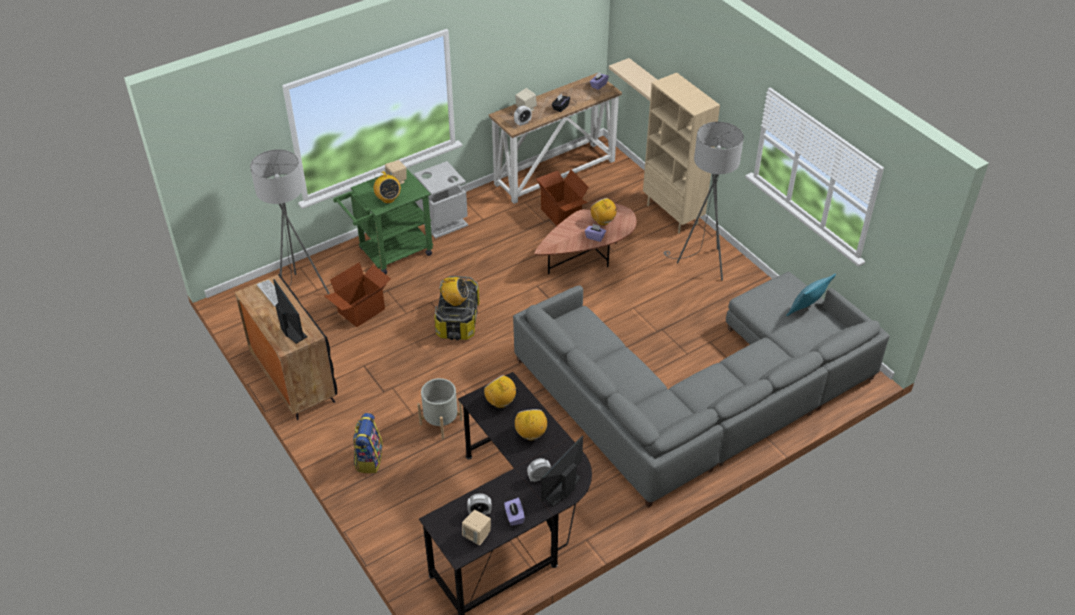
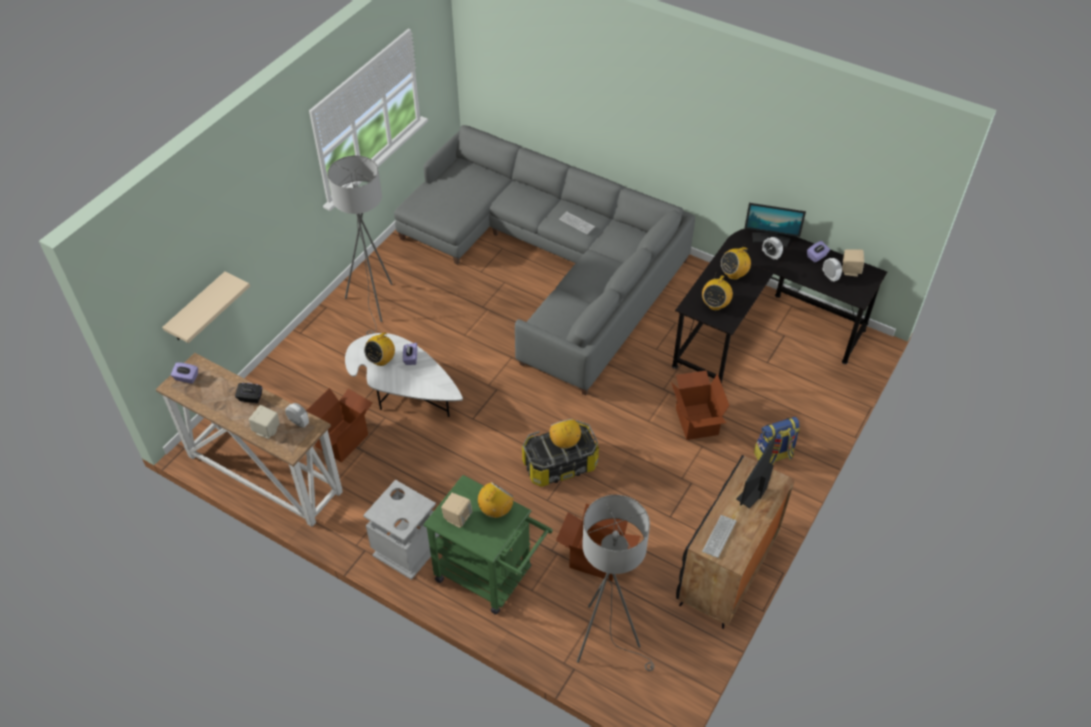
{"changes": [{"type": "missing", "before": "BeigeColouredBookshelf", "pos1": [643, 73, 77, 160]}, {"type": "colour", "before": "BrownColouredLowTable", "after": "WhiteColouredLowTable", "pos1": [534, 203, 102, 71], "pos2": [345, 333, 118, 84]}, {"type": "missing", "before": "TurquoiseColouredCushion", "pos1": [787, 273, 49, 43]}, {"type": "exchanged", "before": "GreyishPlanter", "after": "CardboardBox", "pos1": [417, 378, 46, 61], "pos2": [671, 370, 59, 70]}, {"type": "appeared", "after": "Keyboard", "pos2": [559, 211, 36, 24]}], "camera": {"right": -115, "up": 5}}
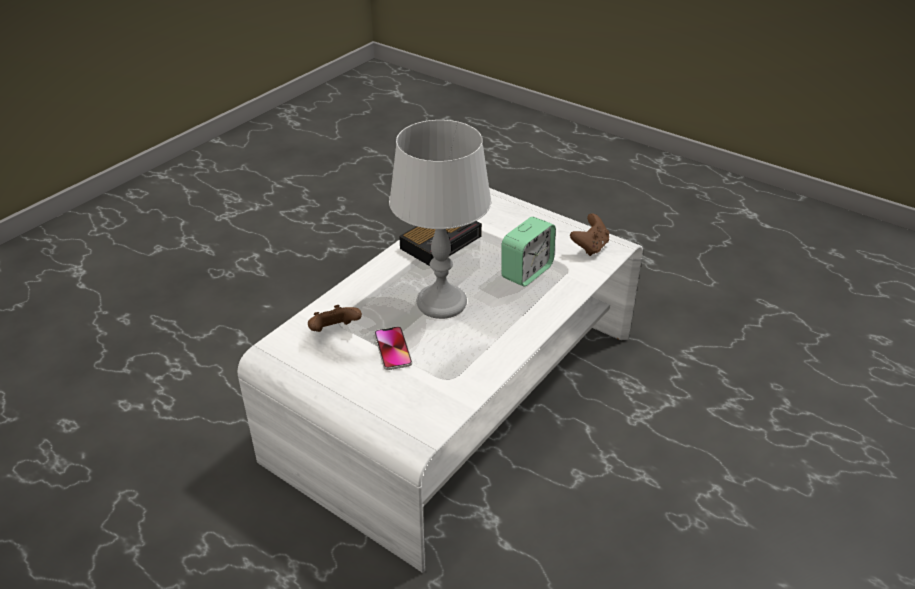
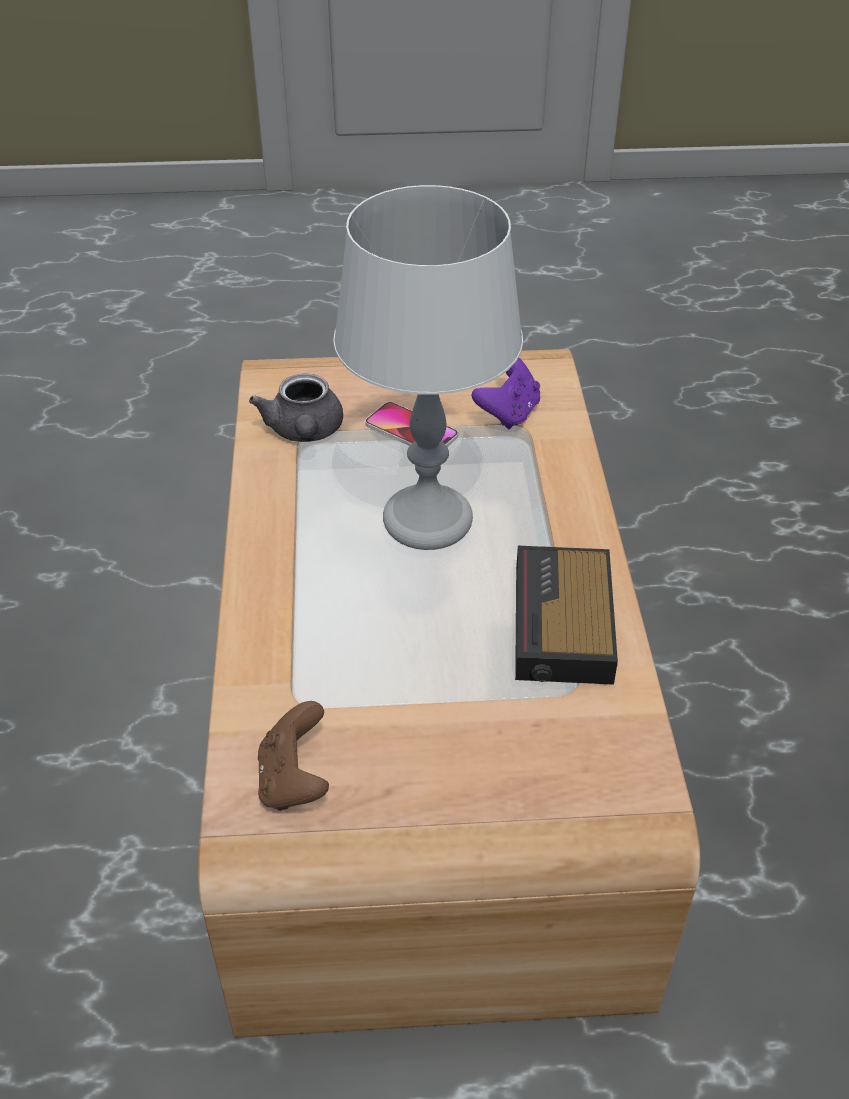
{"changes": [{"type": "colour", "before": "WhiteColouredLowTable", "after": "BrownColouredLowTable", "pos1": [238, 188, 405, 385], "pos2": [198, 349, 502, 689]}, {"type": "missing", "before": "TableClock", "pos1": [501, 217, 55, 70]}, {"type": "colour", "before": "BrownColouredJoypad", "after": "PurpleColouredJoypad", "pos1": [308, 305, 54, 27], "pos2": [472, 358, 68, 71]}, {"type": "appeared", "after": "GreyishTeaPot", "pos2": [249, 374, 94, 68]}], "camera": {"right": 140, "up": 5}}
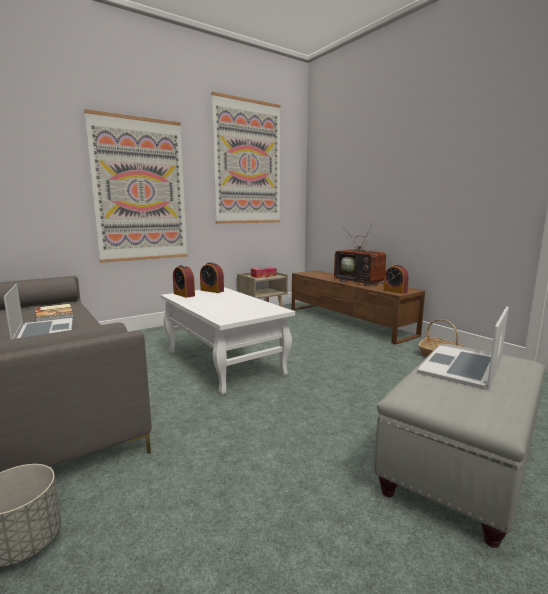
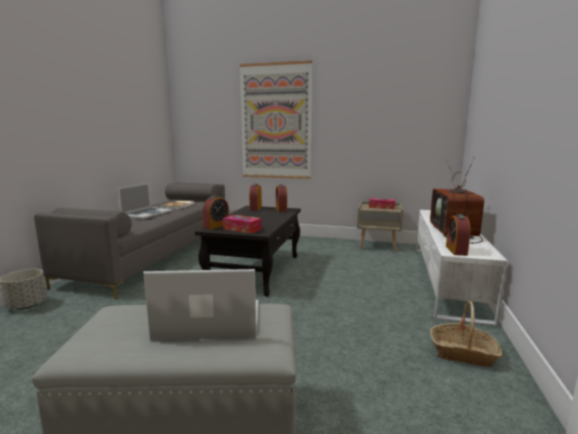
{"changes": [{"type": "missing", "before": "WallArt", "pos1": [211, 92, 70, 132]}, {"type": "colour", "before": "BrownColouredTvStand", "after": "WhiteColouredTvStand", "pos1": [292, 270, 133, 75], "pos2": [416, 210, 92, 117]}, {"type": "colour", "before": "WhiteColouredLowTable", "after": "BlackColouredLowTable", "pos1": [161, 287, 134, 108], "pos2": [195, 206, 106, 91]}, {"type": "appeared", "after": "TableClock", "pos2": [203, 195, 26, 35]}, {"type": "appeared", "after": "TissueHolder", "pos2": [223, 215, 38, 19]}], "camera": {"right": 50, "up": 0}}
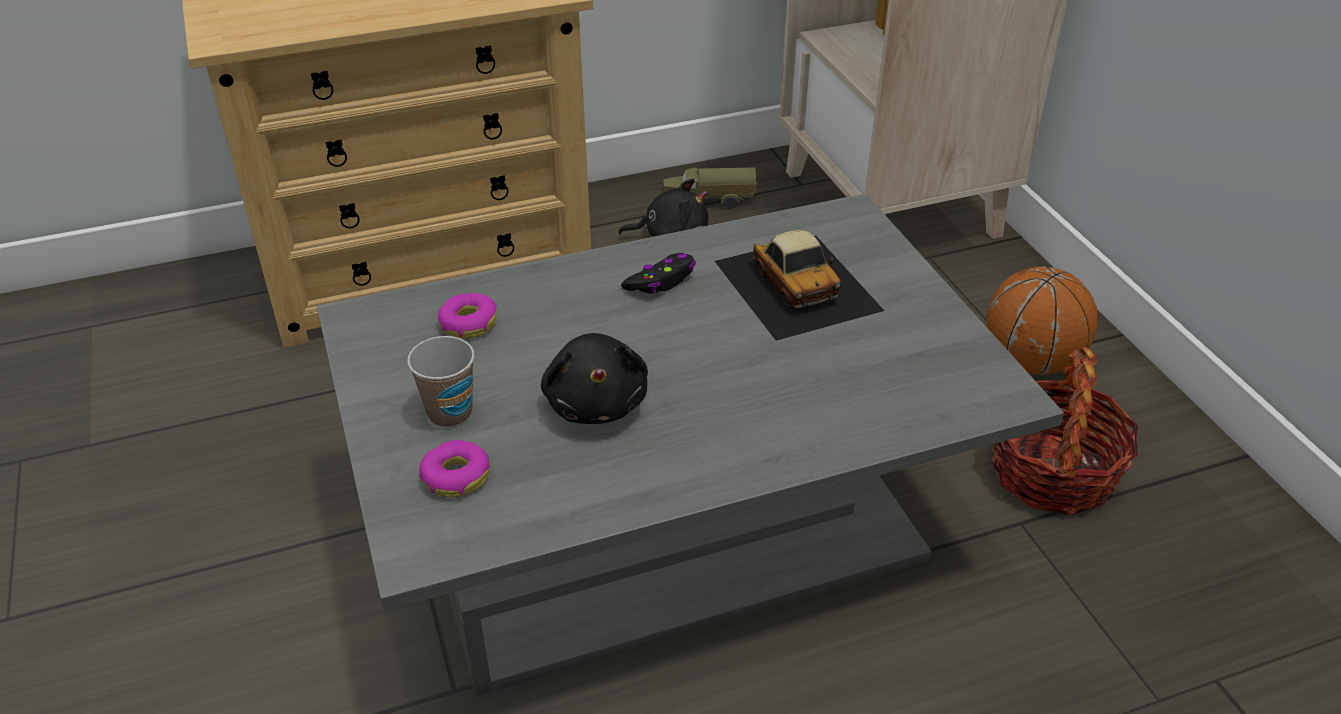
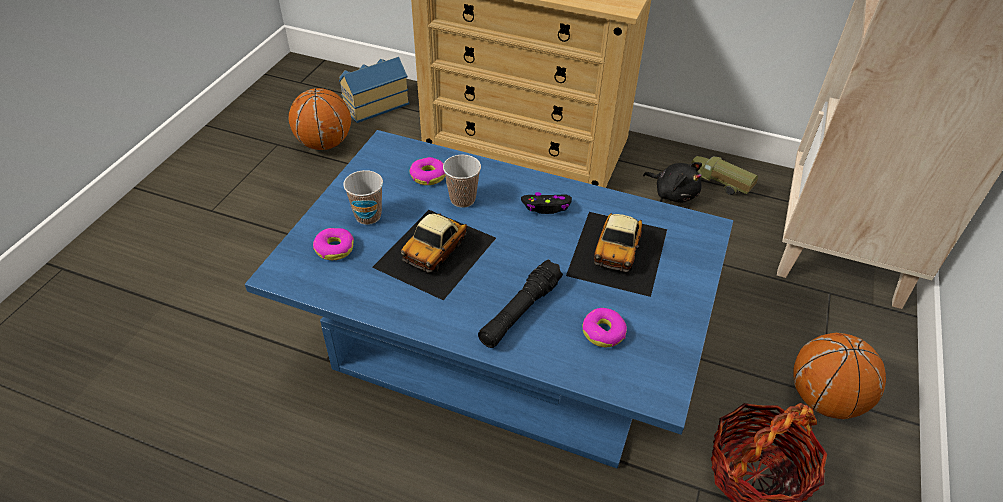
{"changes": [{"type": "colour", "before": "GreyishLowTable", "after": "BluishLowTable", "pos1": [317, 193, 747, 503], "pos2": [245, 130, 488, 339]}, {"type": "exchanged", "before": "BlackColouredPlushToy", "after": "ToyCar", "pos1": [541, 333, 107, 91], "pos2": [372, 210, 124, 90]}, {"type": "appeared", "after": "ToyHouse", "pos2": [339, 57, 71, 66]}, {"type": "appeared", "after": "BallForBasketball", "pos2": [288, 88, 63, 62]}, {"type": "appeared", "after": "Cup", "pos2": [443, 155, 38, 53]}, {"type": "appeared", "after": "BlackColouredFlashlight", "pos2": [478, 259, 85, 89]}, {"type": "appeared", "after": "RingDoughnut", "pos2": [583, 308, 44, 39]}], "camera": {"right": 40, "up": 5}}
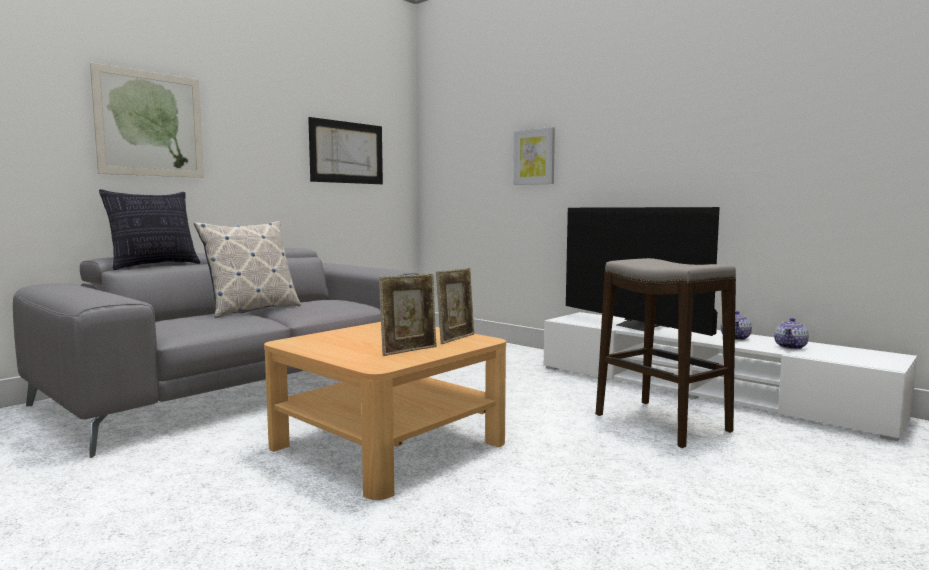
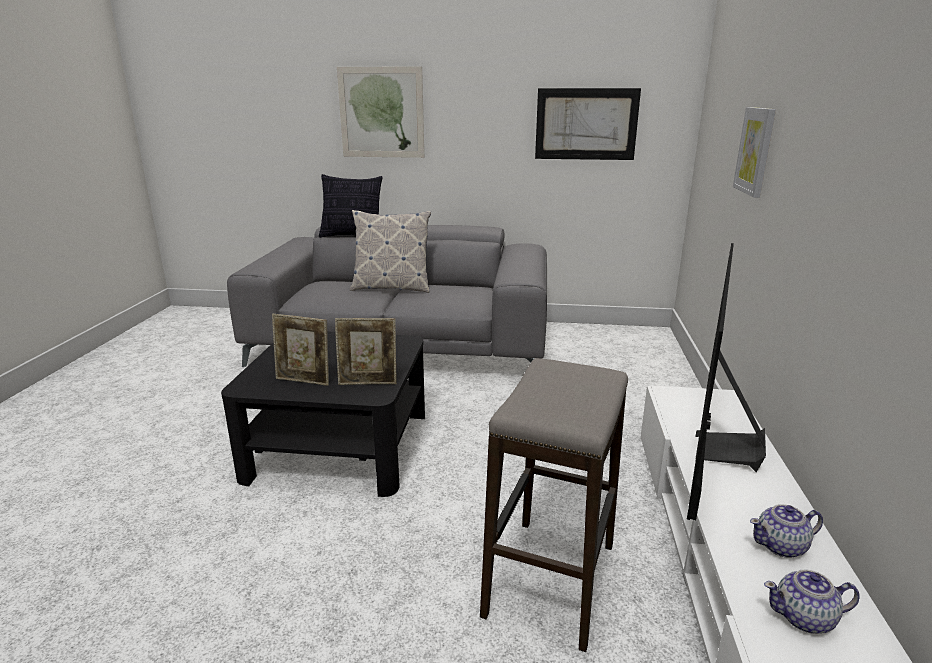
{"changes": [{"type": "colour", "before": "BeigeColouredLowTable", "after": "BlackColouredLowTable", "pos1": [264, 322, 242, 178], "pos2": [221, 332, 204, 165]}], "camera": {"right": 55, "up": 15}}
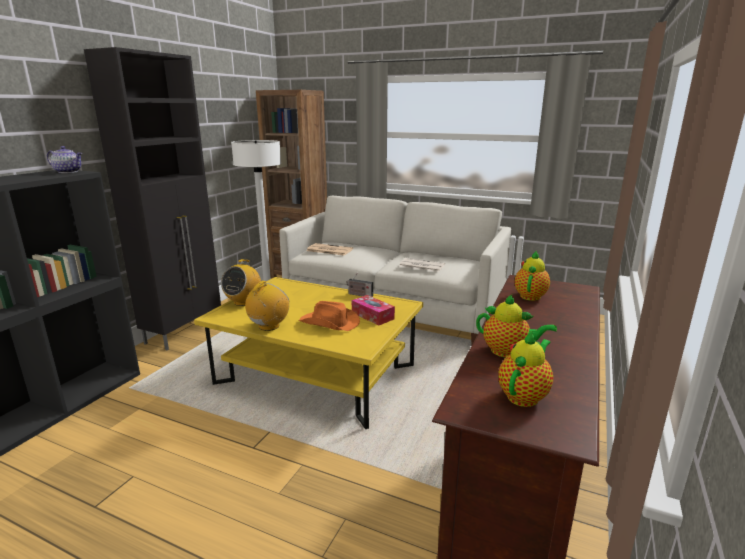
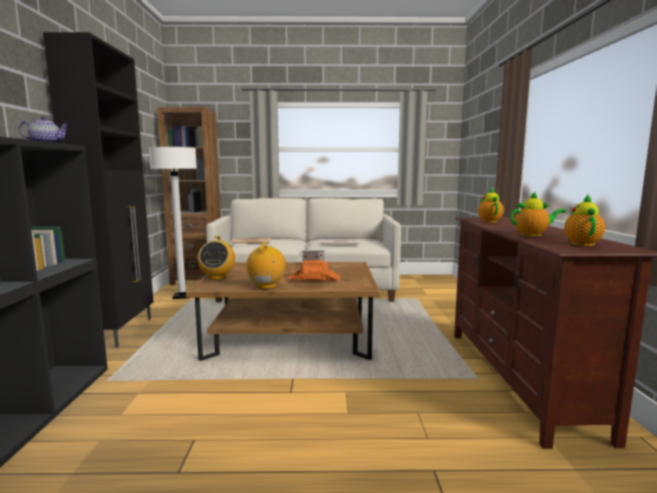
{"changes": [{"type": "colour", "before": "YellowColouredLowTable", "after": "BrownColouredLowTable", "pos1": [194, 277, 229, 152], "pos2": [186, 262, 194, 99]}, {"type": "missing", "before": "TissueHolder", "pos1": [352, 295, 43, 30]}], "camera": {"right": -25, "up": -10}}
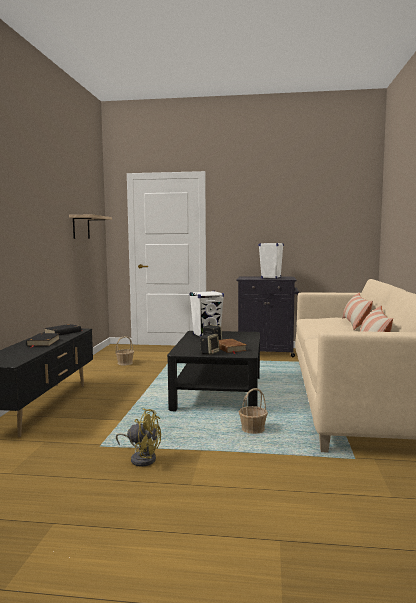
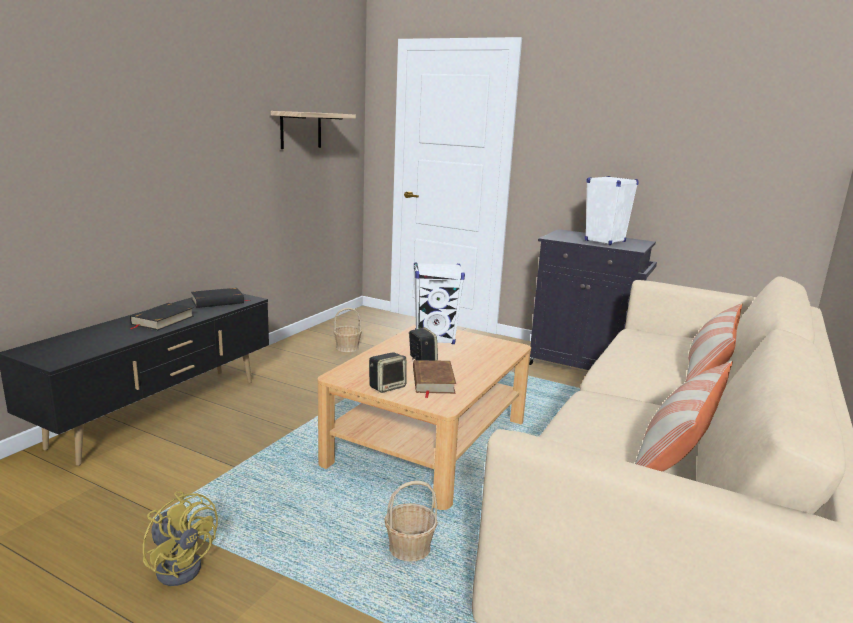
{"changes": [{"type": "colour", "before": "BlackColouredLowTable", "after": "BeigeColouredLowTable", "pos1": [167, 331, 93, 80], "pos2": [317, 324, 214, 186]}], "camera": {"right": 20, "up": 10}}
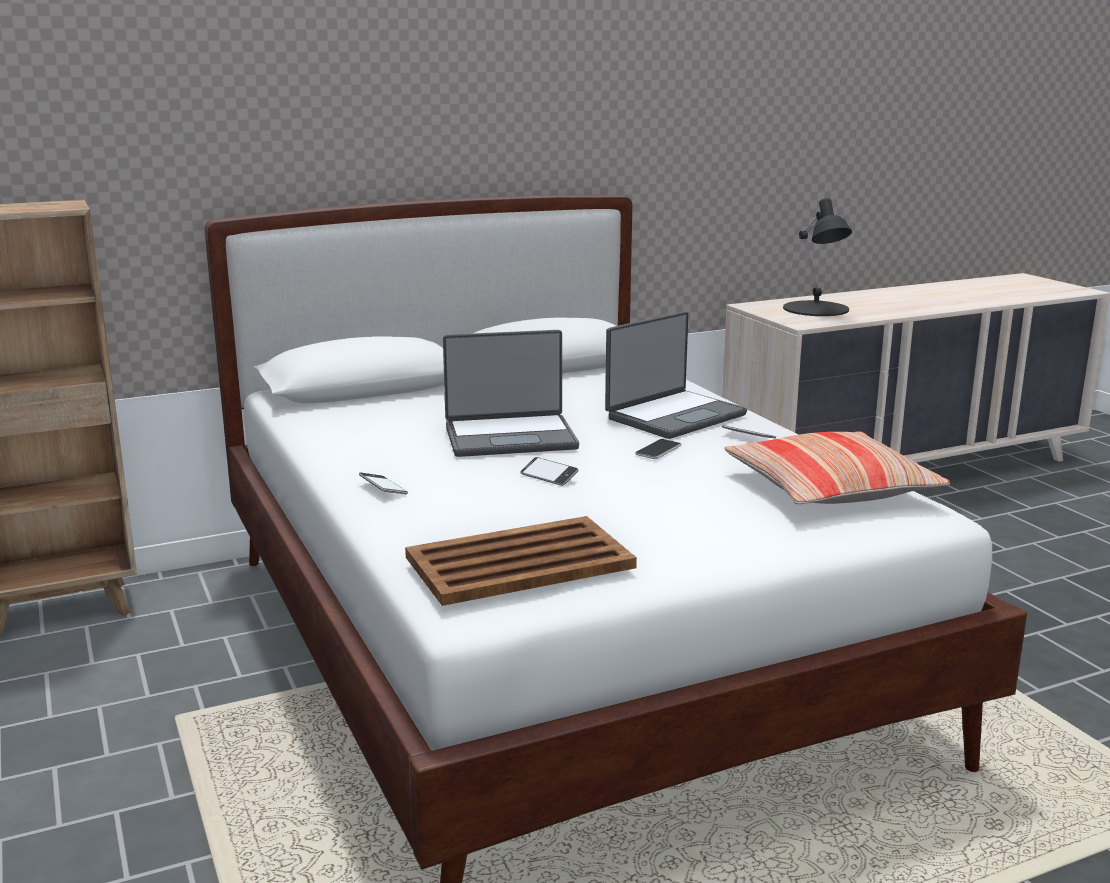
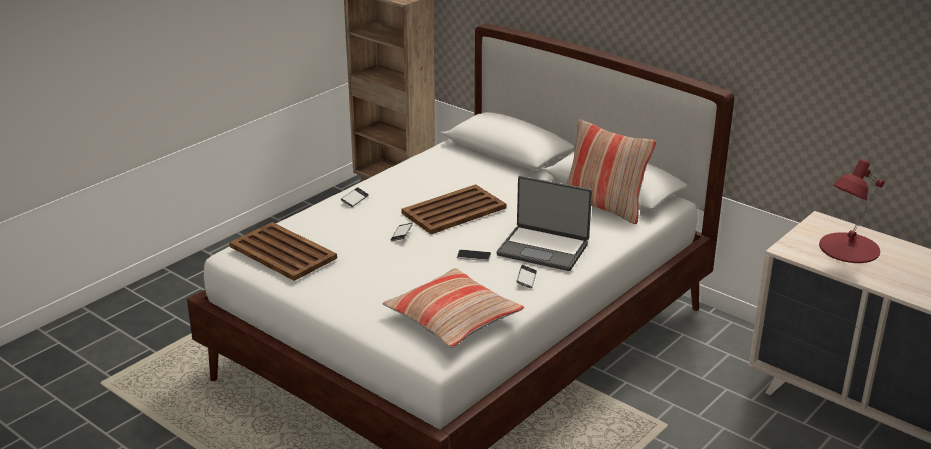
{"changes": [{"type": "colour", "before": "BlackColouredTabletopLamp", "after": "ReddishTabletopLamp", "pos1": [783, 198, 69, 118], "pos2": [819, 159, 66, 104]}, {"type": "exchanged", "before": "Laptop", "after": "BrownColouredServingTray", "pos1": [443, 330, 136, 127], "pos2": [401, 184, 105, 50]}, {"type": "appeared", "after": "Cushion", "pos2": [566, 120, 90, 104]}], "camera": {"right": 65, "up": 10}}
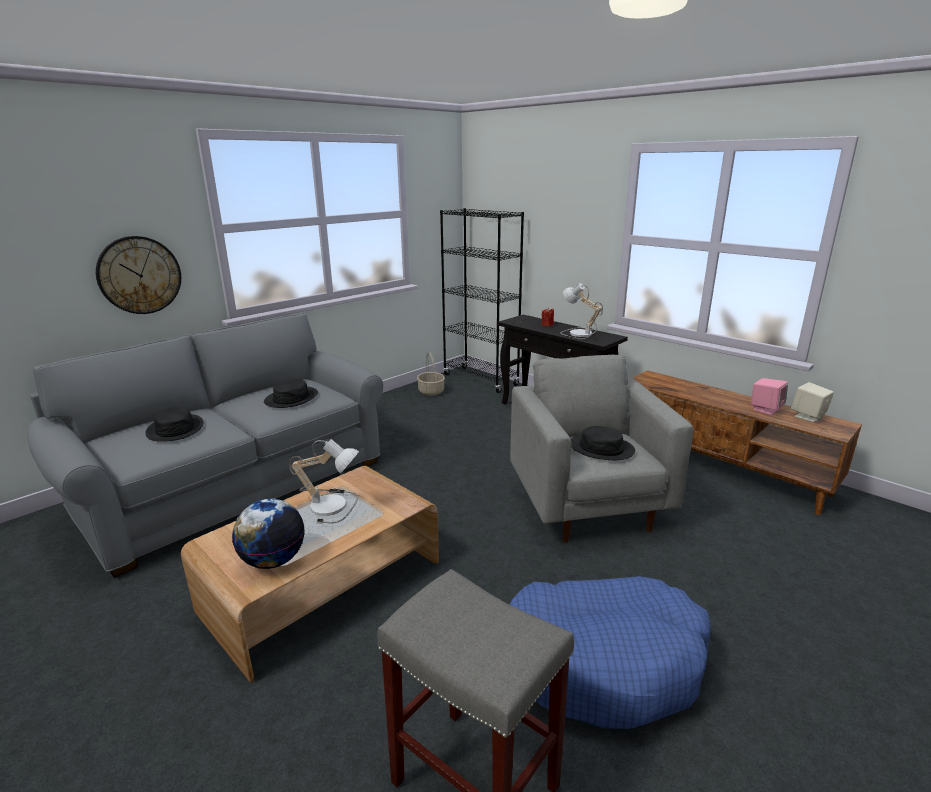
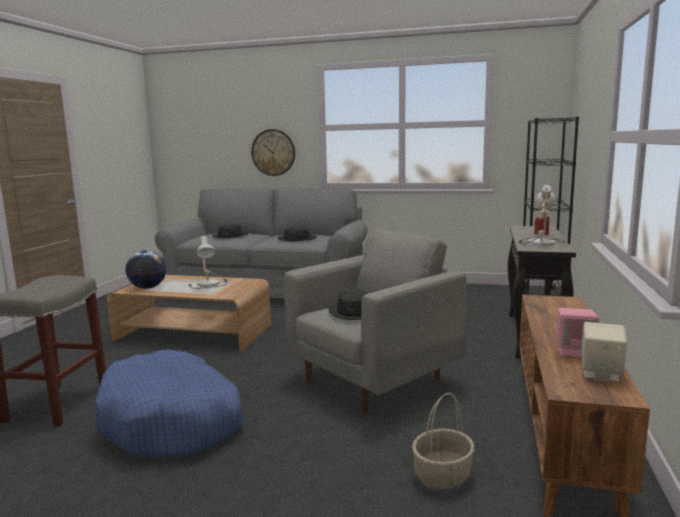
{"changes": [{"type": "relocated", "before": "HouseholdBasket", "pos1": [417, 352, 28, 44], "pos2": [412, 392, 63, 97]}], "camera": {"right": 60, "up": -10}}
